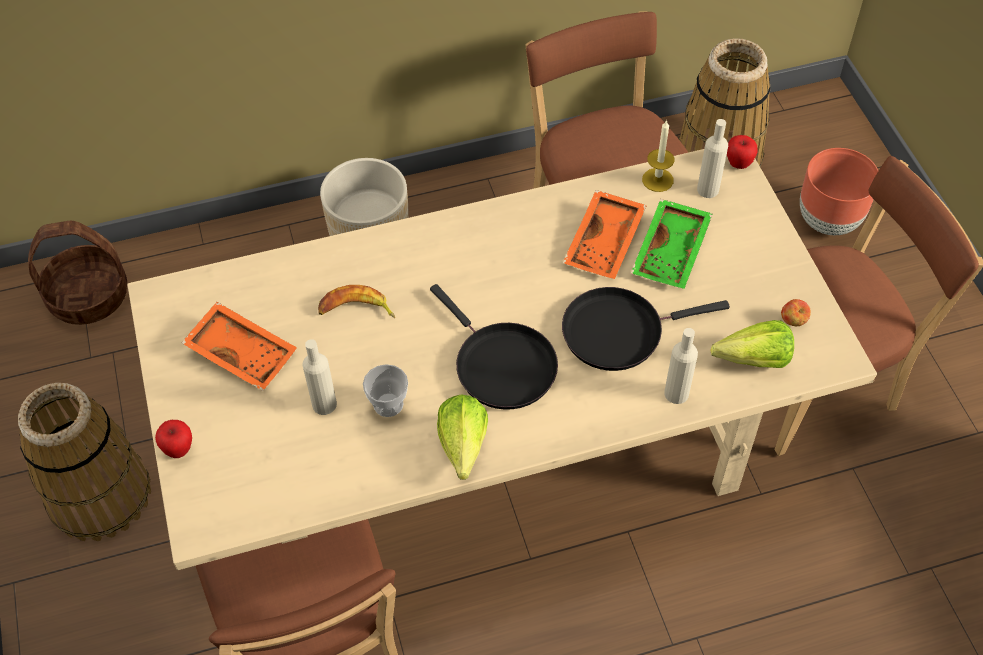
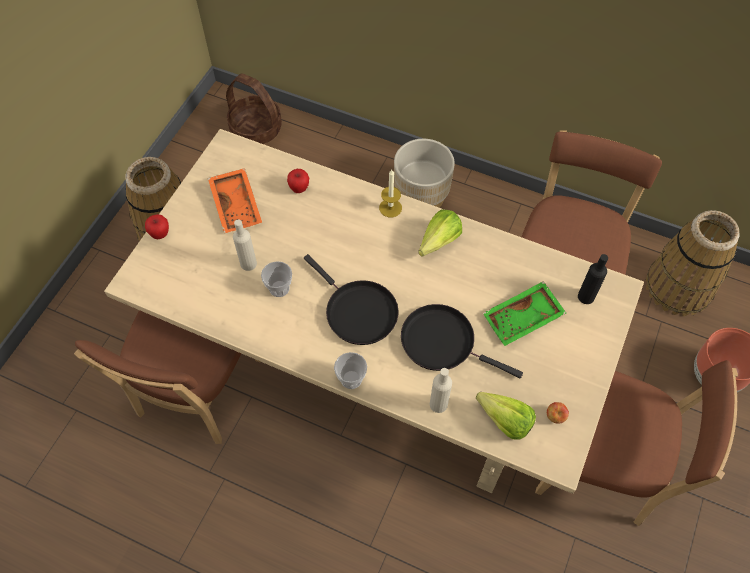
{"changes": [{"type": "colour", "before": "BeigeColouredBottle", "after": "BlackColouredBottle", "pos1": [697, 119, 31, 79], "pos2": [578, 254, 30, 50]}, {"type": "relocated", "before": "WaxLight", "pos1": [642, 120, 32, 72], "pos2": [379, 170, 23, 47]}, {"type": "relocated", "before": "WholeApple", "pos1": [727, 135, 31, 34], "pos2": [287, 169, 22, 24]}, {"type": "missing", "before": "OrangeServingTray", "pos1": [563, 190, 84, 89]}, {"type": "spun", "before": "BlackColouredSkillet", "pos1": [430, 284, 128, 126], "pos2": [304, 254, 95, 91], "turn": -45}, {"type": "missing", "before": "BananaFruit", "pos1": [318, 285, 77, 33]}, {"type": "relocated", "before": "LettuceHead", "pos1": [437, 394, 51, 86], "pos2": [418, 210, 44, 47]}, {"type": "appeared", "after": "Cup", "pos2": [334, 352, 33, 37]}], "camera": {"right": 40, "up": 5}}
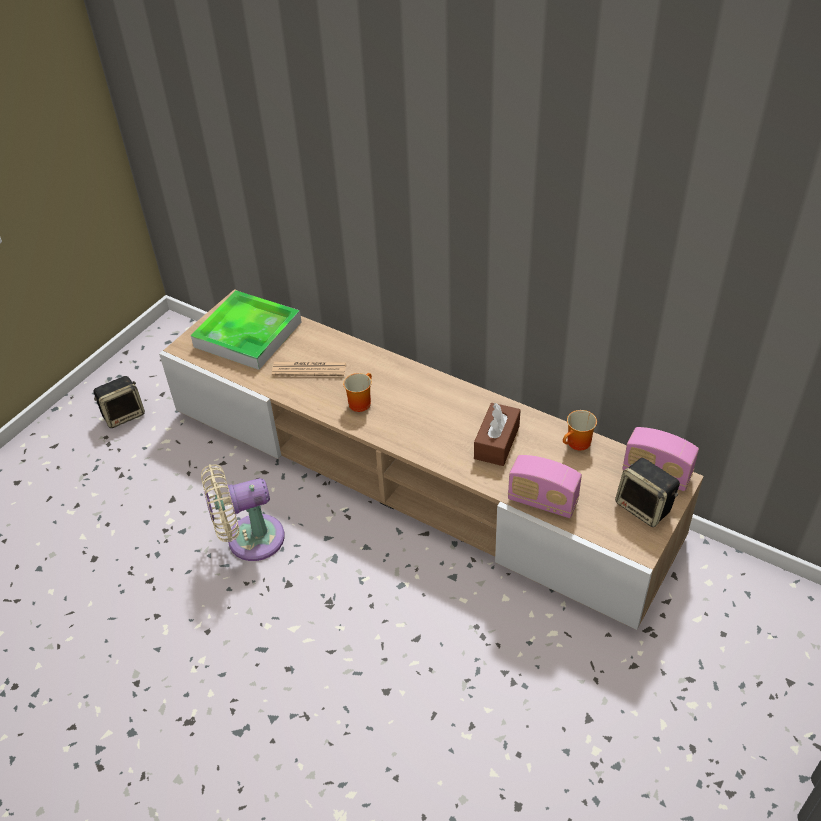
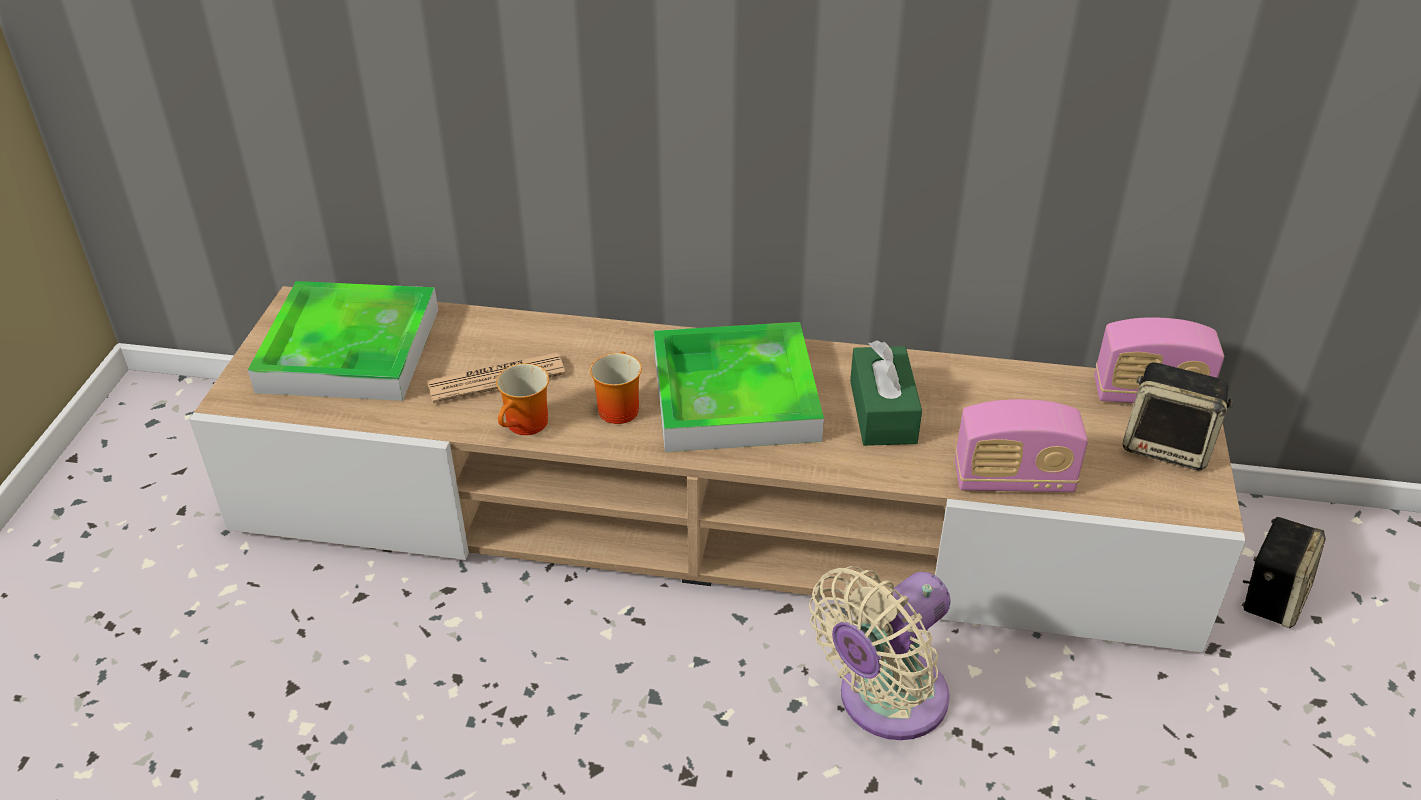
{"changes": [{"type": "relocated", "before": "Loudspeaker", "pos1": [93, 376, 52, 52], "pos2": [1242, 517, 84, 111]}, {"type": "colour", "before": "BrownColouredTissueHolder", "after": "GreenishTissueHolder", "pos1": [474, 403, 46, 63], "pos2": [850, 340, 72, 106]}, {"type": "relocated", "before": "CoffeeMug", "pos1": [563, 410, 34, 41], "pos2": [496, 363, 53, 72]}, {"type": "relocated", "before": "BeigeColouredCoolingFan", "pos1": [201, 464, 84, 97], "pos2": [809, 566, 142, 174]}, {"type": "appeared", "after": "ServingTray", "pos2": [654, 322, 170, 130]}], "camera": {"right": -25, "up": -5}}
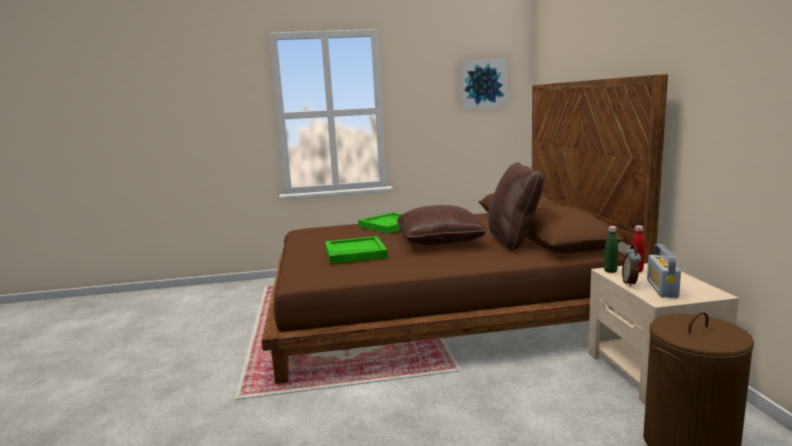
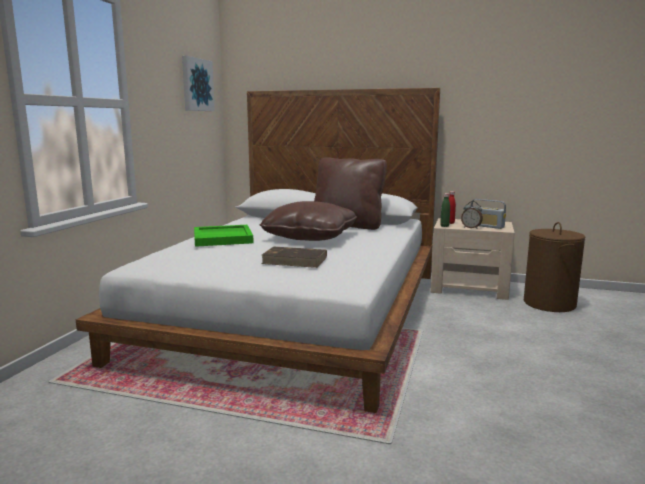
{"changes": [{"type": "colour", "before": "BrownColouredSleepingBed", "after": "WhiteColouredSleepingBed", "pos1": [262, 74, 406, 310], "pos2": [76, 88, 364, 325]}, {"type": "exchanged", "before": "GreenishServingTray", "after": "BrownColouredBoundBook", "pos1": [325, 236, 63, 28], "pos2": [262, 247, 65, 21]}], "camera": {"right": -65, "up": 0}}
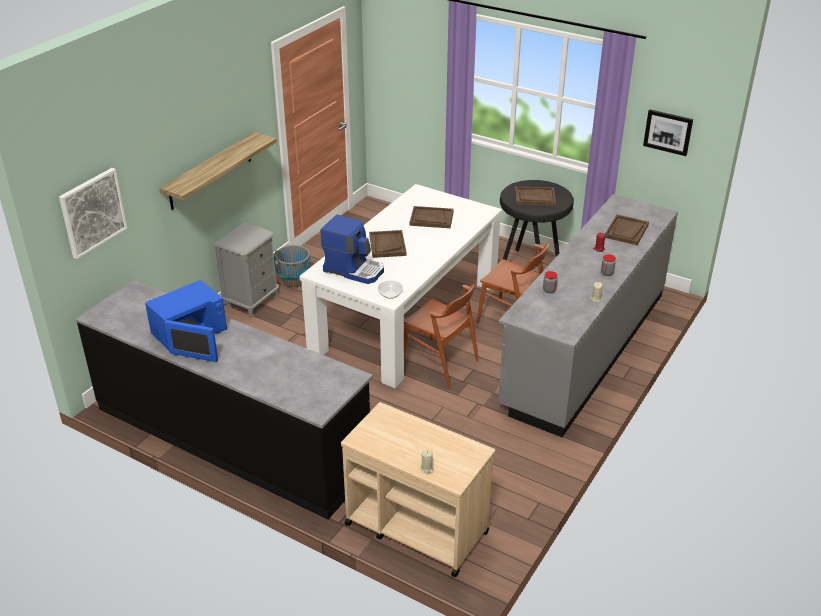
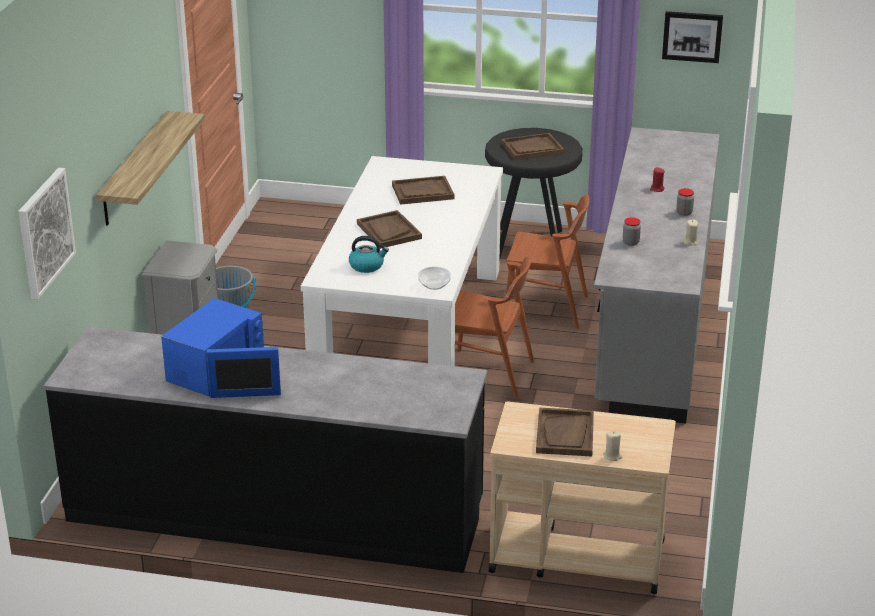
{"changes": [{"type": "exchanged", "before": "CoffeeBrewer", "after": "TeaKettle", "pos1": [320, 215, 64, 69], "pos2": [349, 236, 40, 37]}, {"type": "relocated", "before": "BrownColouredServingTray", "pos1": [605, 215, 44, 30], "pos2": [536, 408, 58, 48]}], "camera": {"right": -20, "up": -5}}
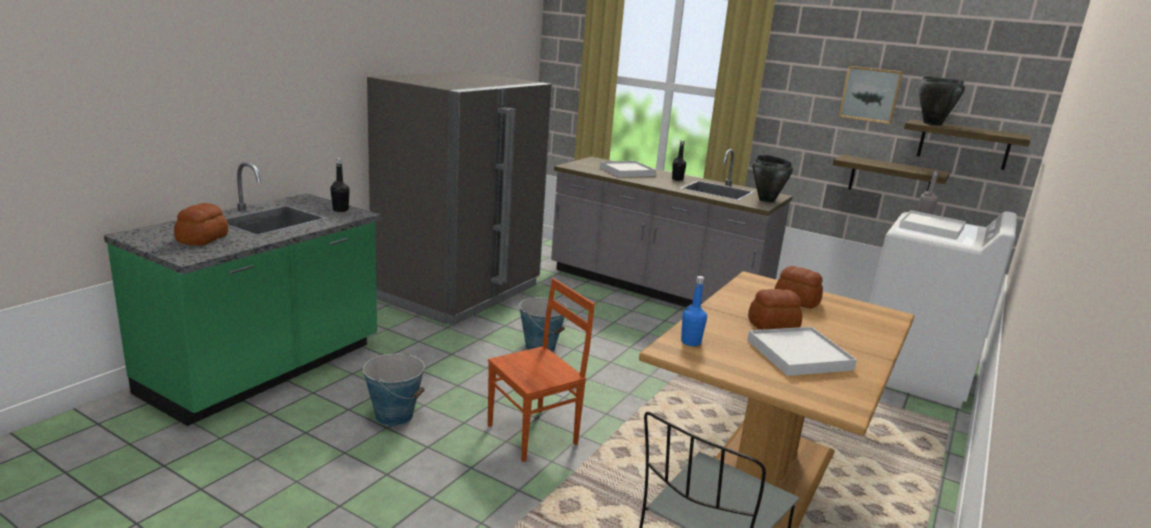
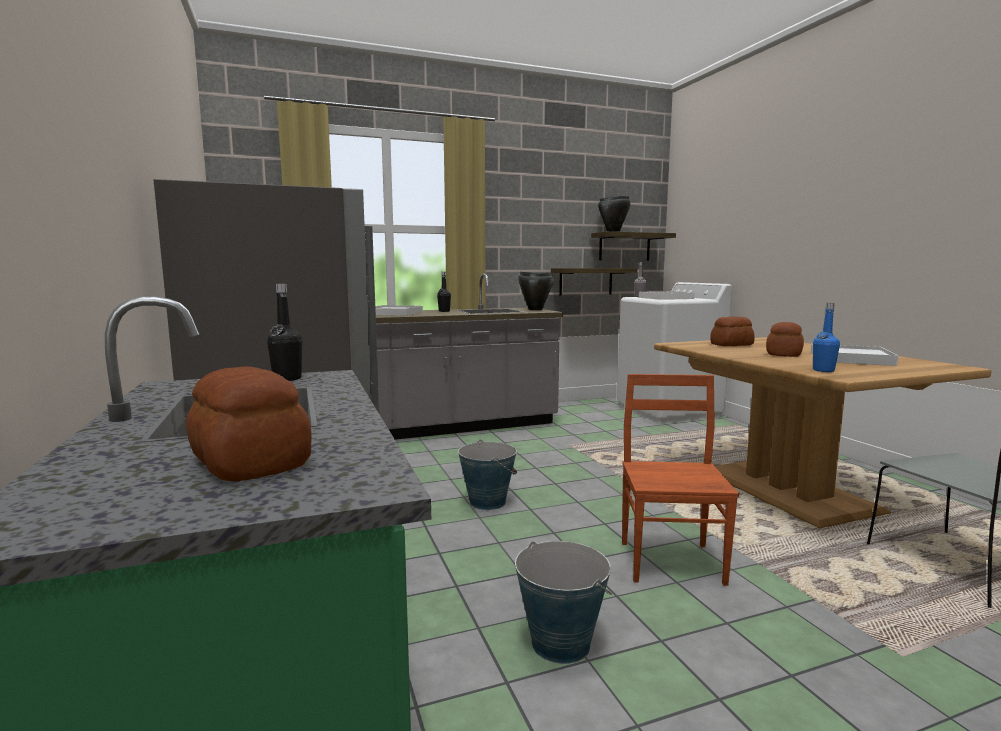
{"changes": [{"type": "missing", "before": "WallArt", "pos1": [839, 66, 64, 58]}], "camera": {"right": -50, "up": -10}}
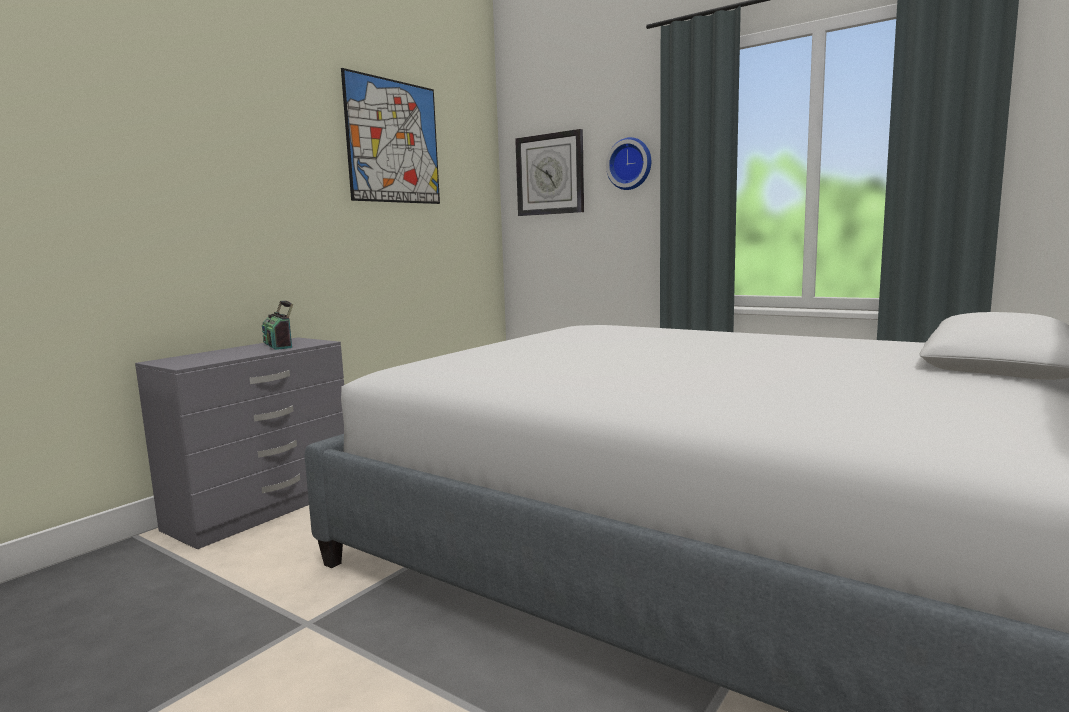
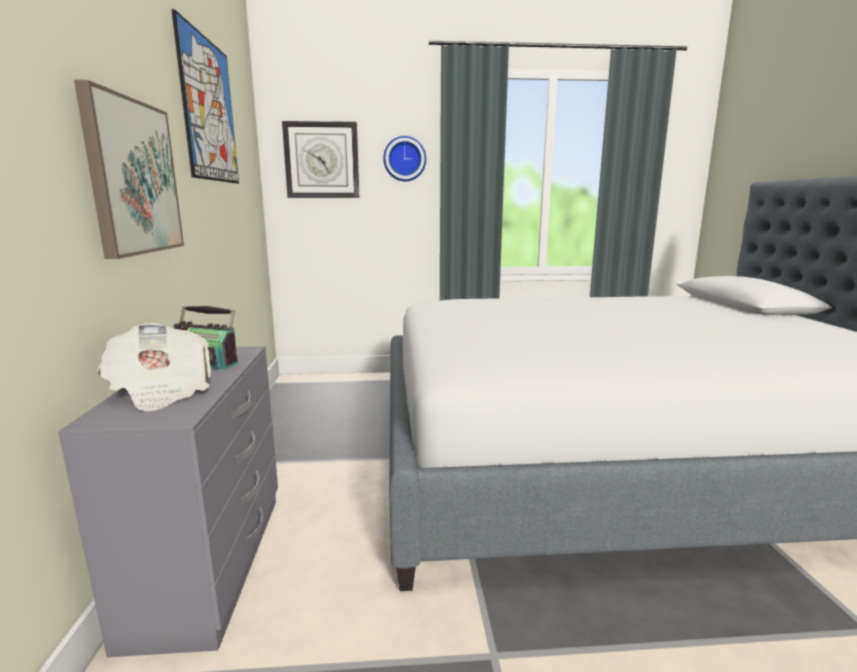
{"changes": [{"type": "appeared", "after": "WallArt", "pos2": [74, 80, 110, 179]}, {"type": "appeared", "after": "PrintedPaper", "pos2": [98, 323, 113, 88]}], "camera": {"right": -40, "up": 5}}
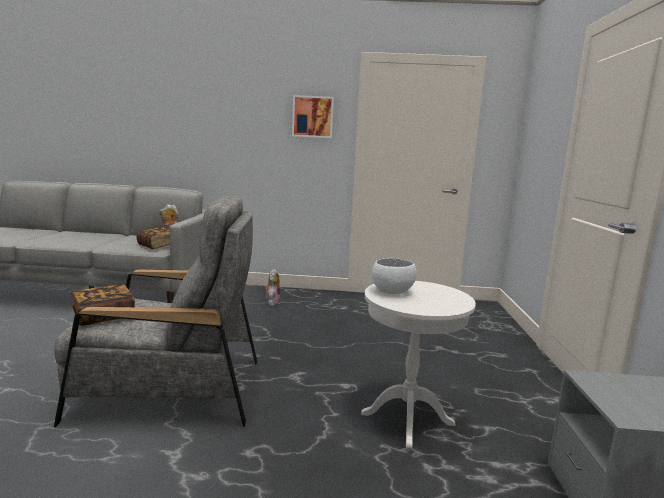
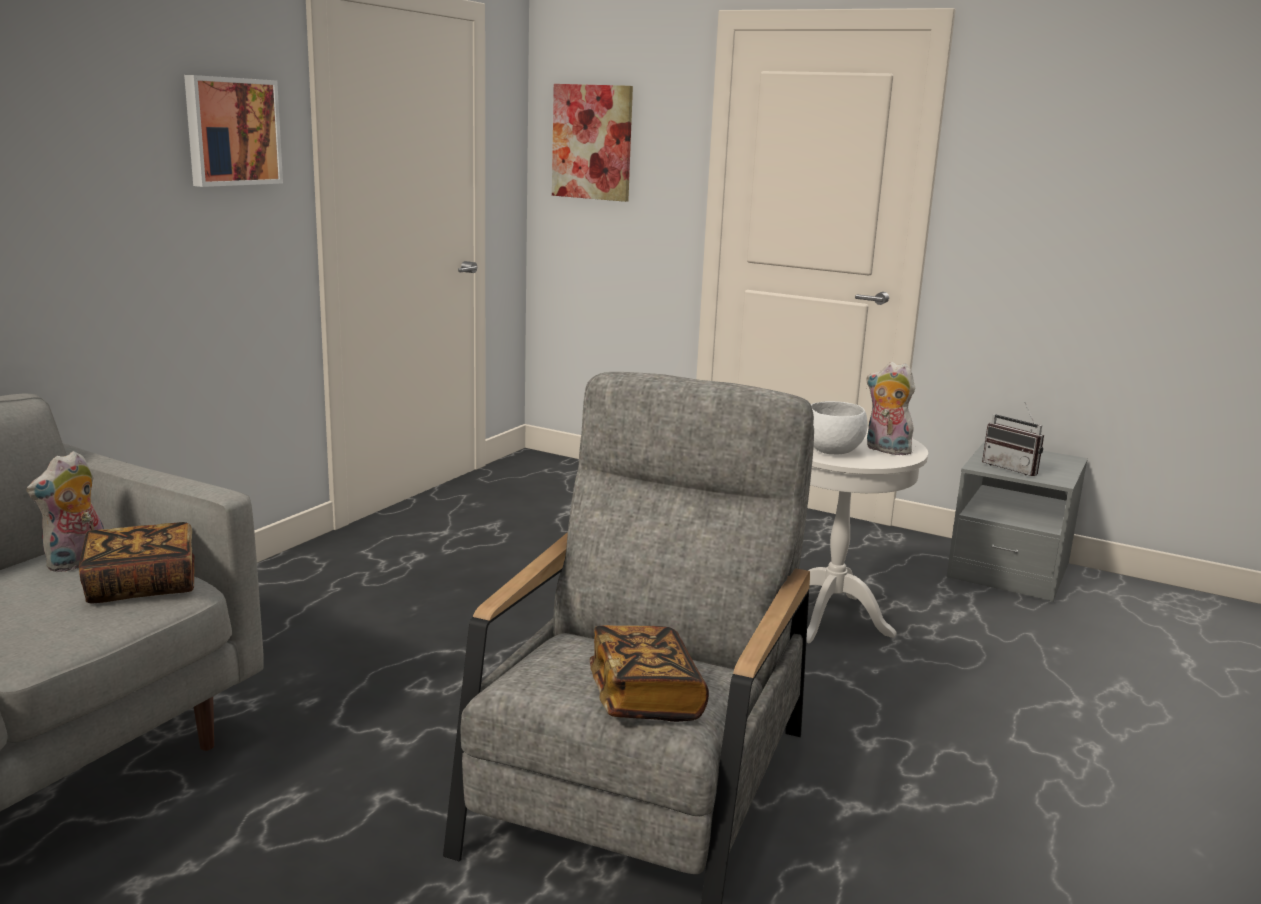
{"changes": [{"type": "relocated", "before": "PlushToy", "pos1": [265, 269, 15, 37], "pos2": [866, 362, 49, 93]}, {"type": "appeared", "after": "WallArt", "pos2": [552, 84, 81, 118]}, {"type": "appeared", "after": "RadioReceiver", "pos2": [982, 402, 62, 74]}], "camera": {"right": -65, "up": 5}}
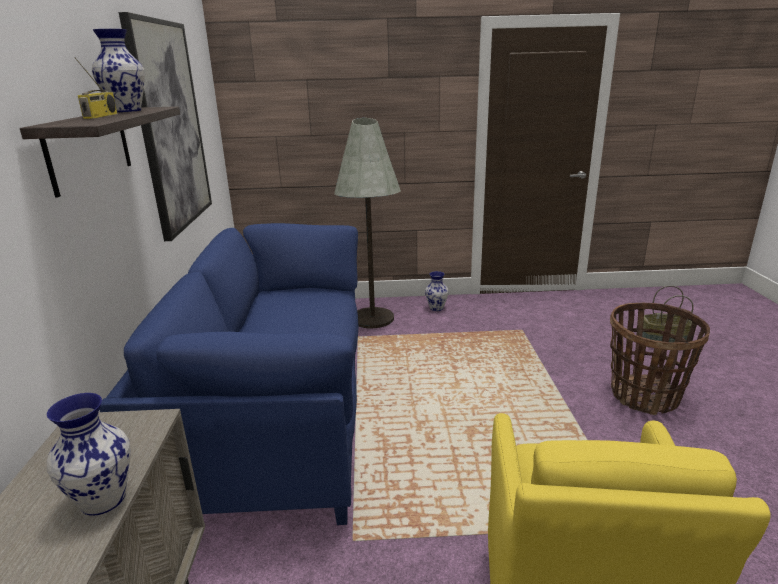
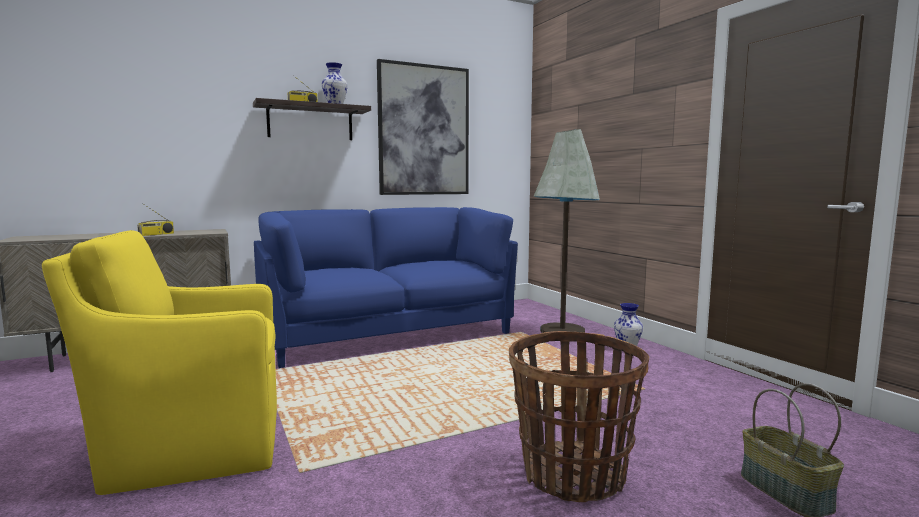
{"changes": [{"type": "exchanged", "before": "FlowerVase", "after": "RadioReceiver", "pos1": [47, 393, 84, 123], "pos2": [137, 203, 37, 33]}], "camera": {"right": 65, "up": -15}}
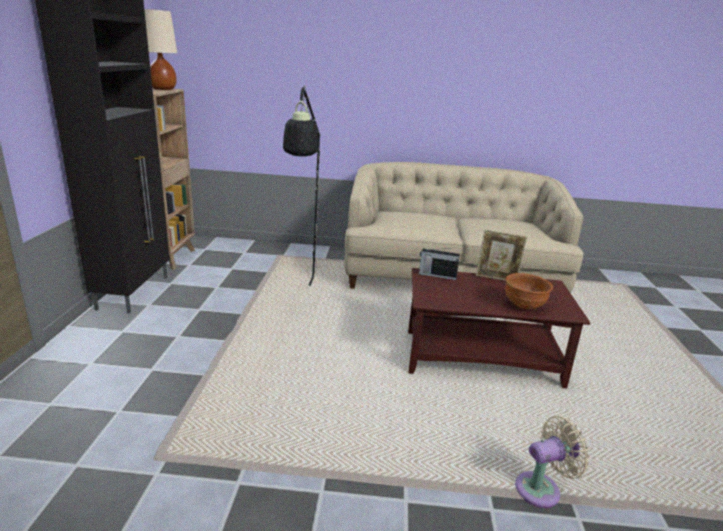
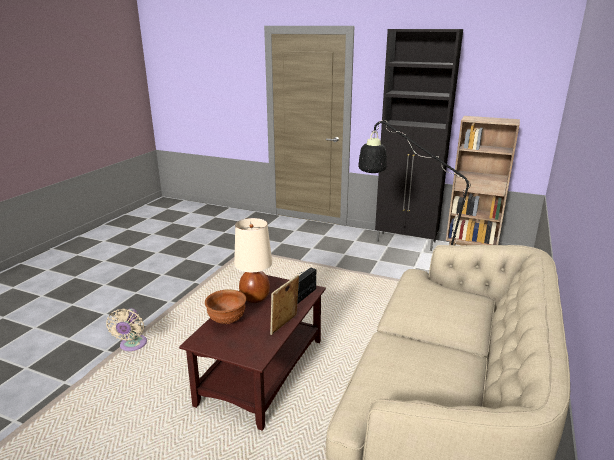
{"changes": [{"type": "relocated", "before": "BeigeColouredTabletopLamp", "pos1": [144, 9, 33, 81], "pos2": [234, 218, 38, 85]}], "camera": {"right": 110, "up": 0}}
